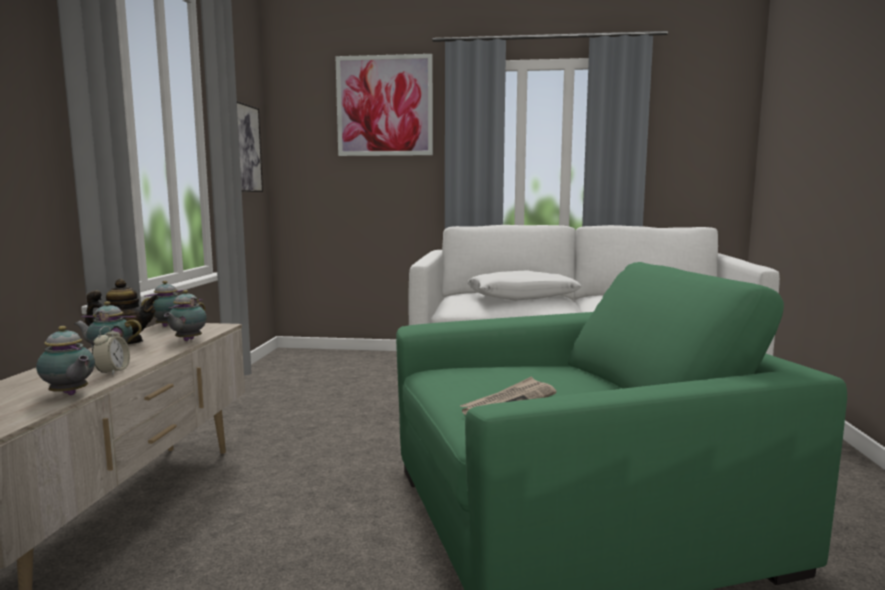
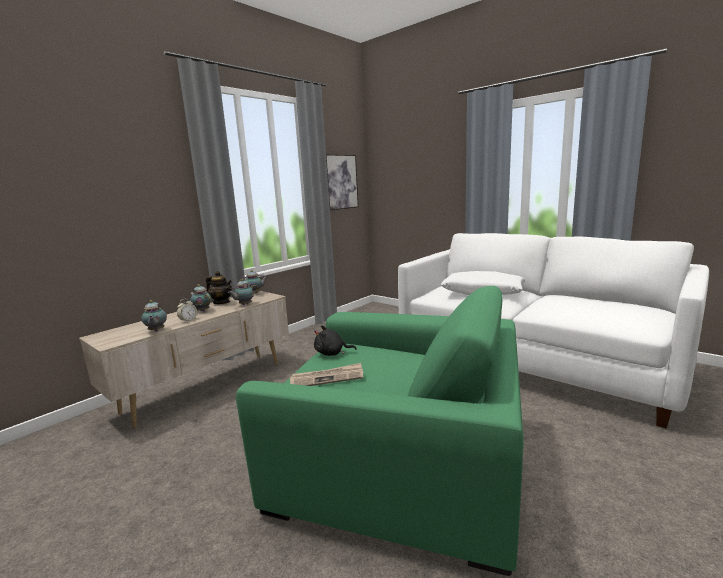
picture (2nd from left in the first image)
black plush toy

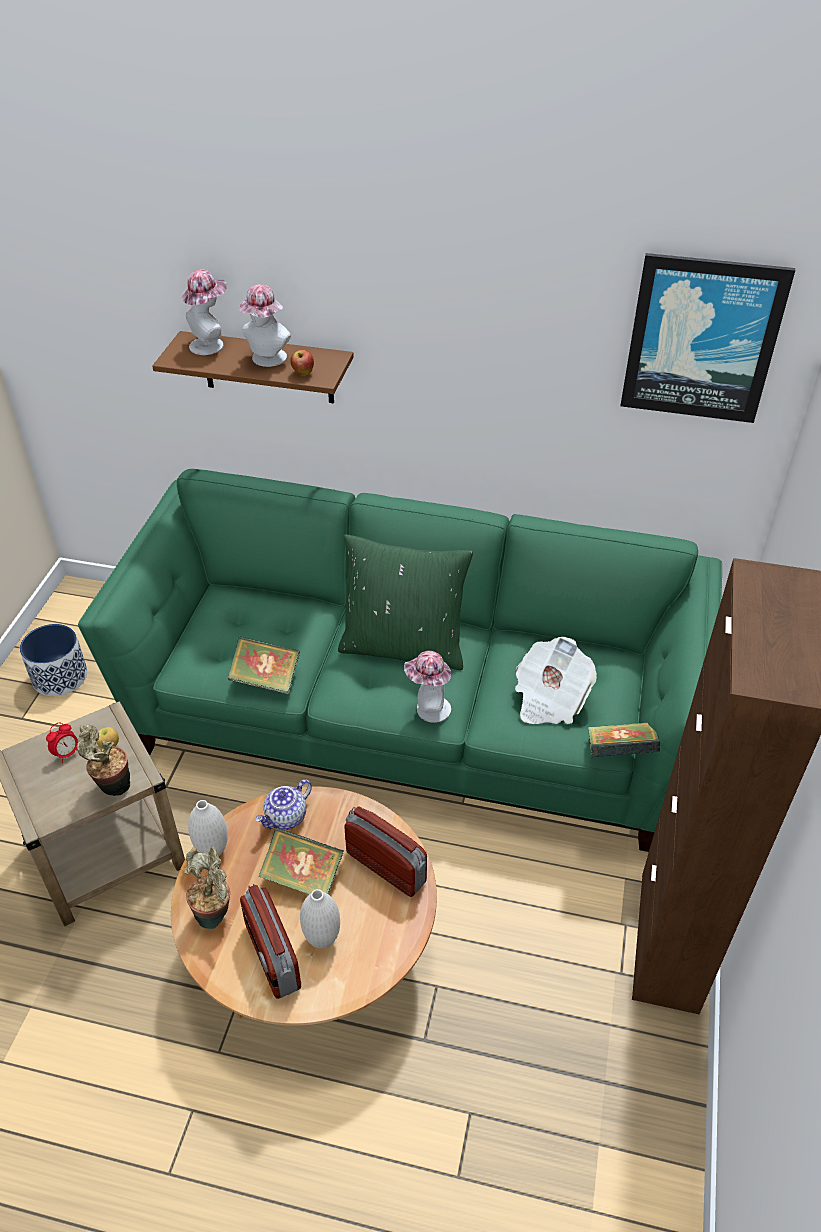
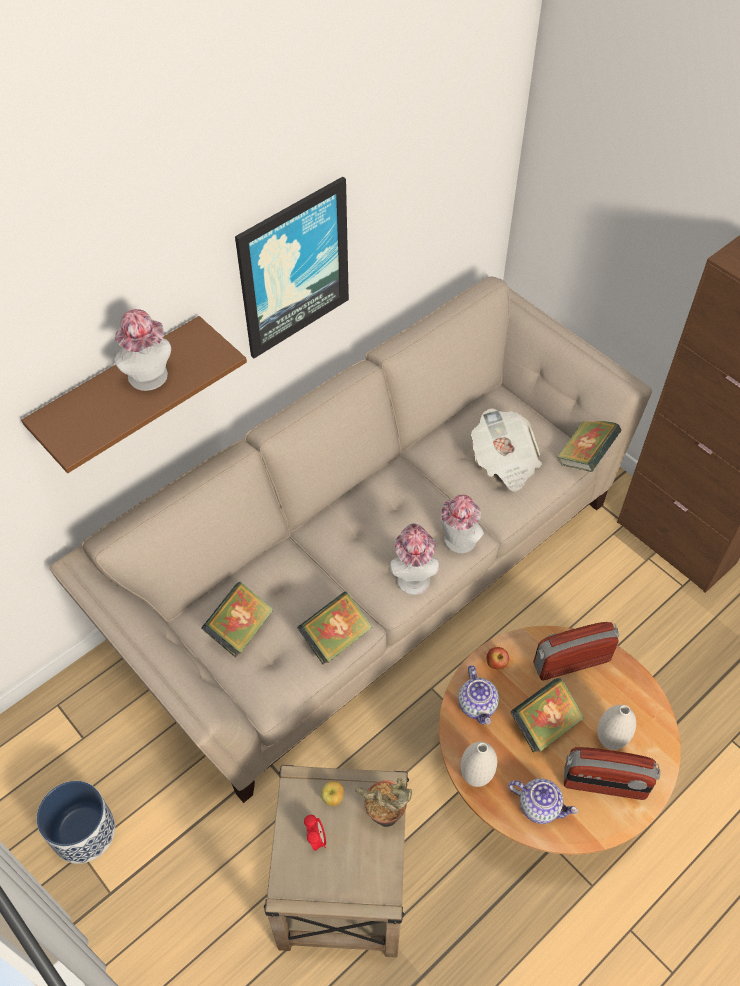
green pillow
book (1st from left)
hat (2nd from left)
apple (2nd from left)
picture
teapot (2nd from left)
beige sofa

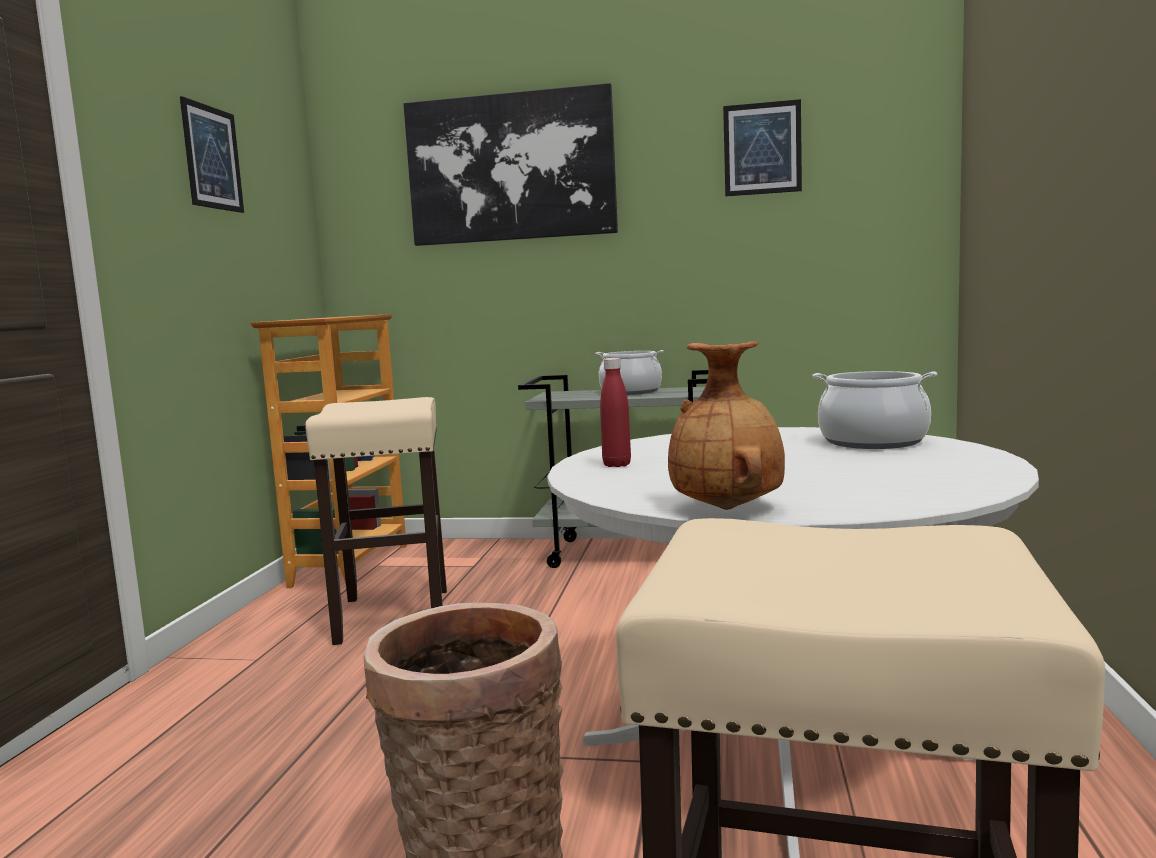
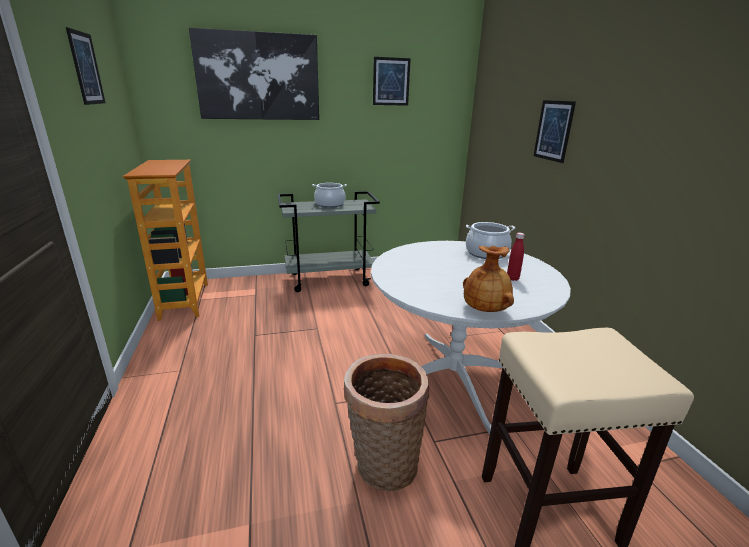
beige stool (1st from left in the first image)
picture (4th from left)
red bottle

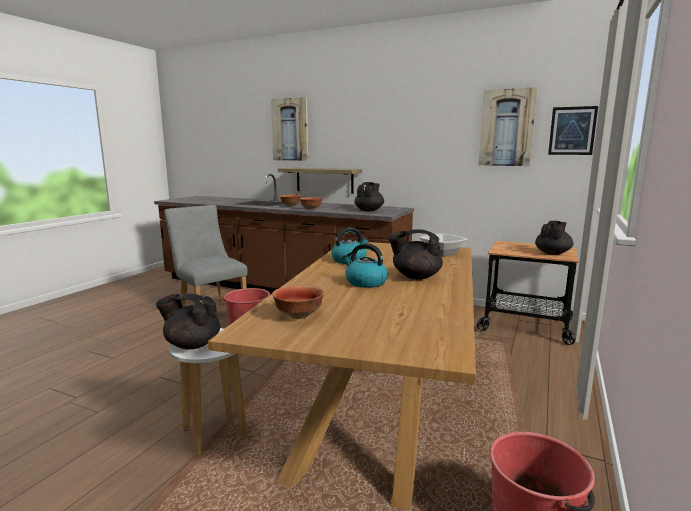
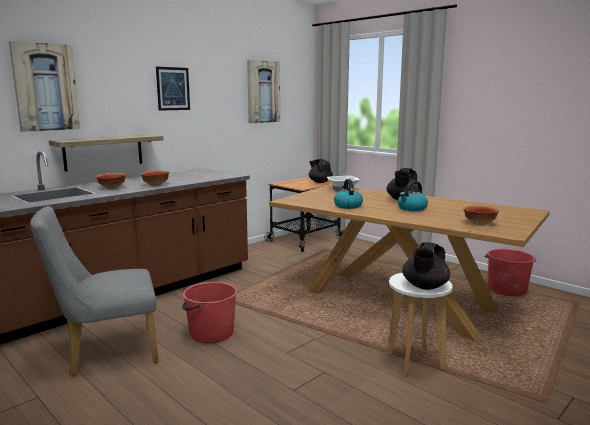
black teapot (2nd from left in the first image)
picture (2nd from left)

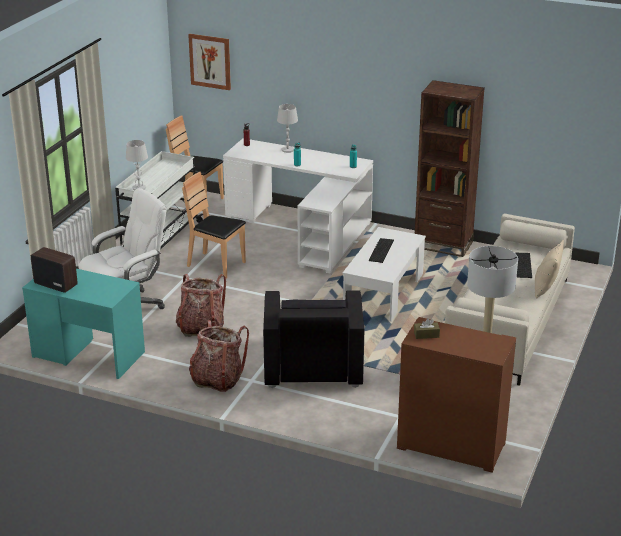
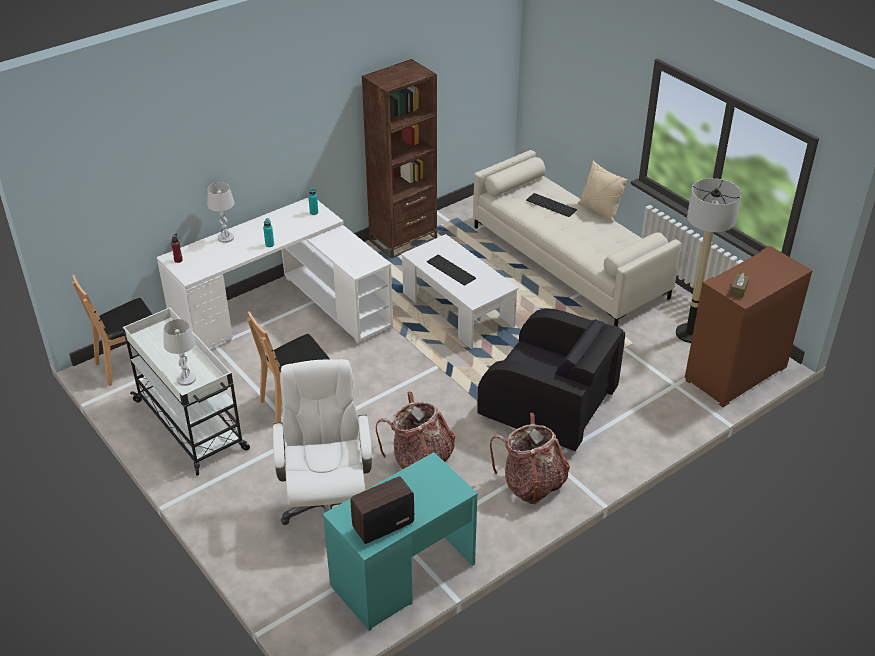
picture

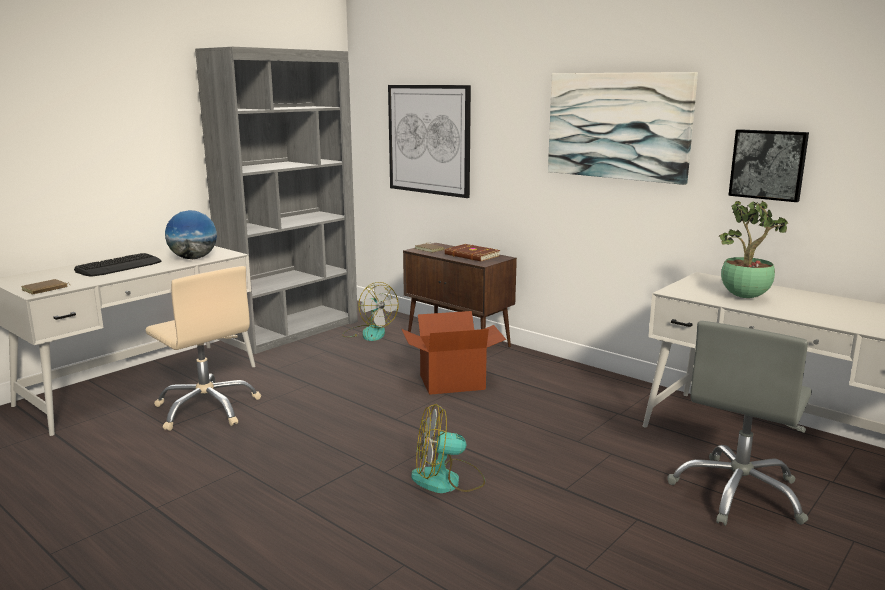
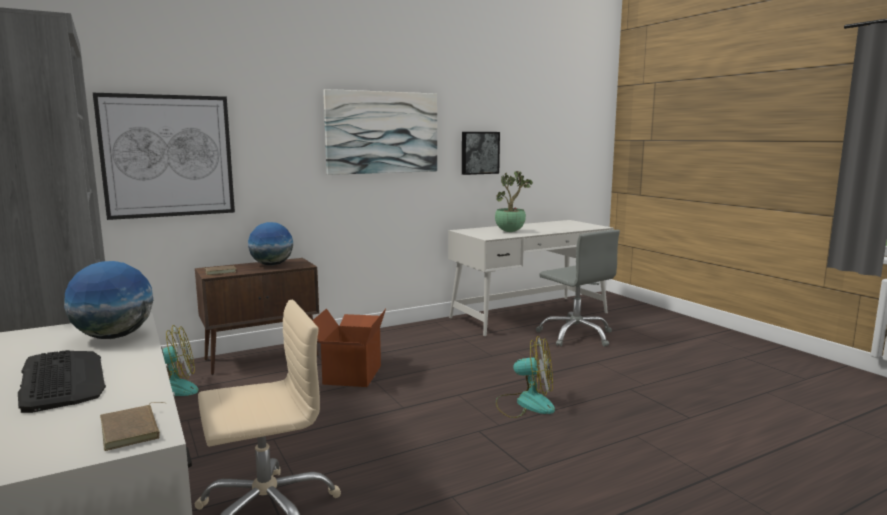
globe (2nd from left)
fan (2nd from left)

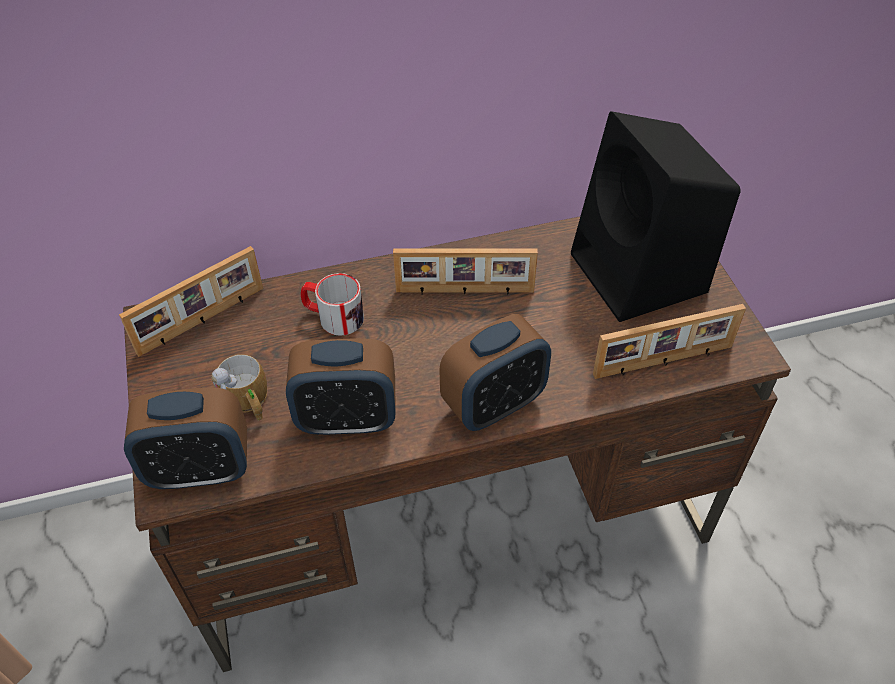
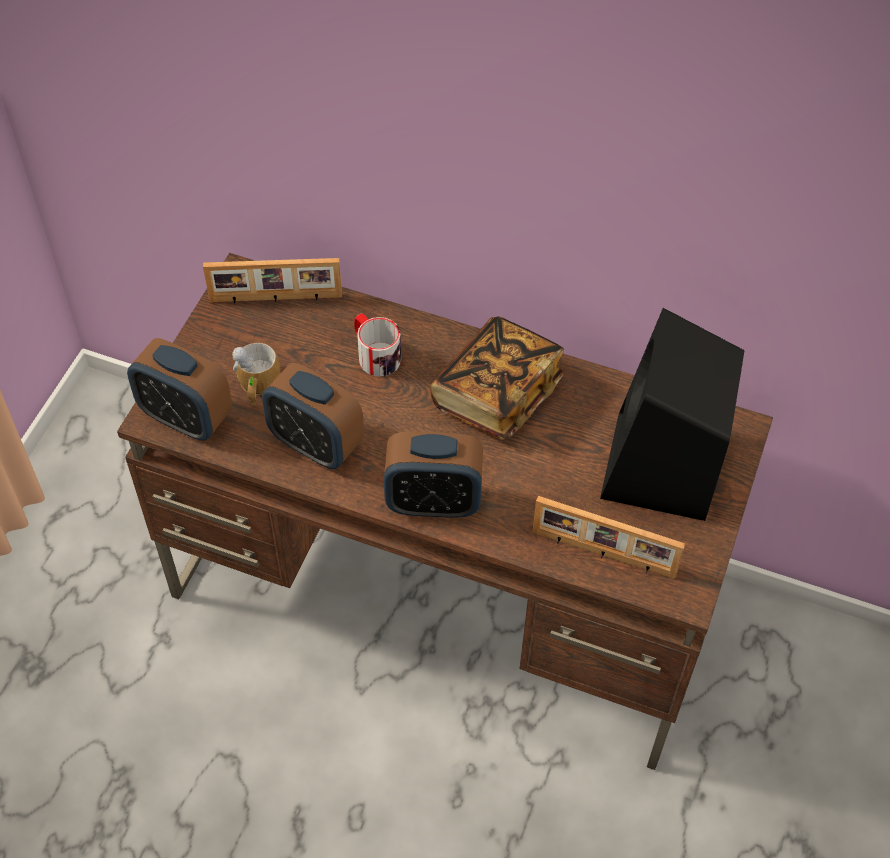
book

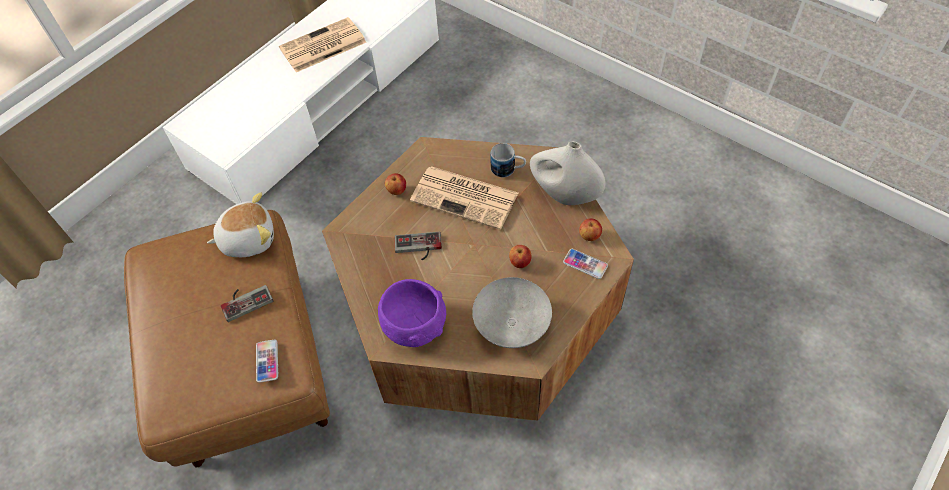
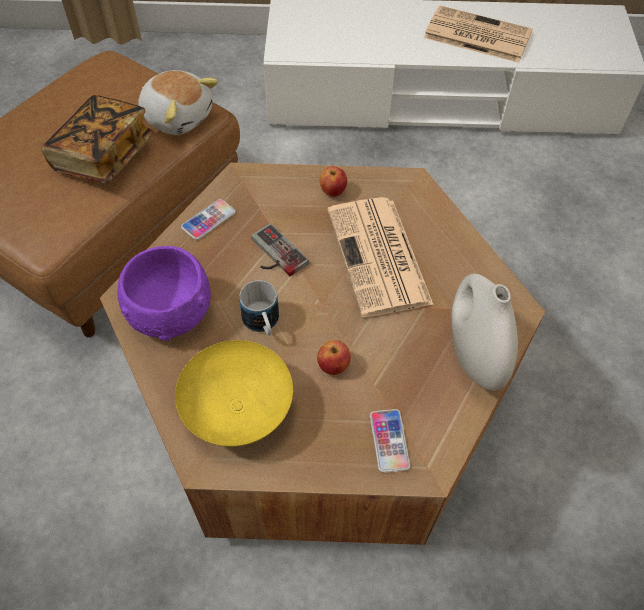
apple (3rd from left in the first image)
phone (1st from left)
mug
book
yellow bowl

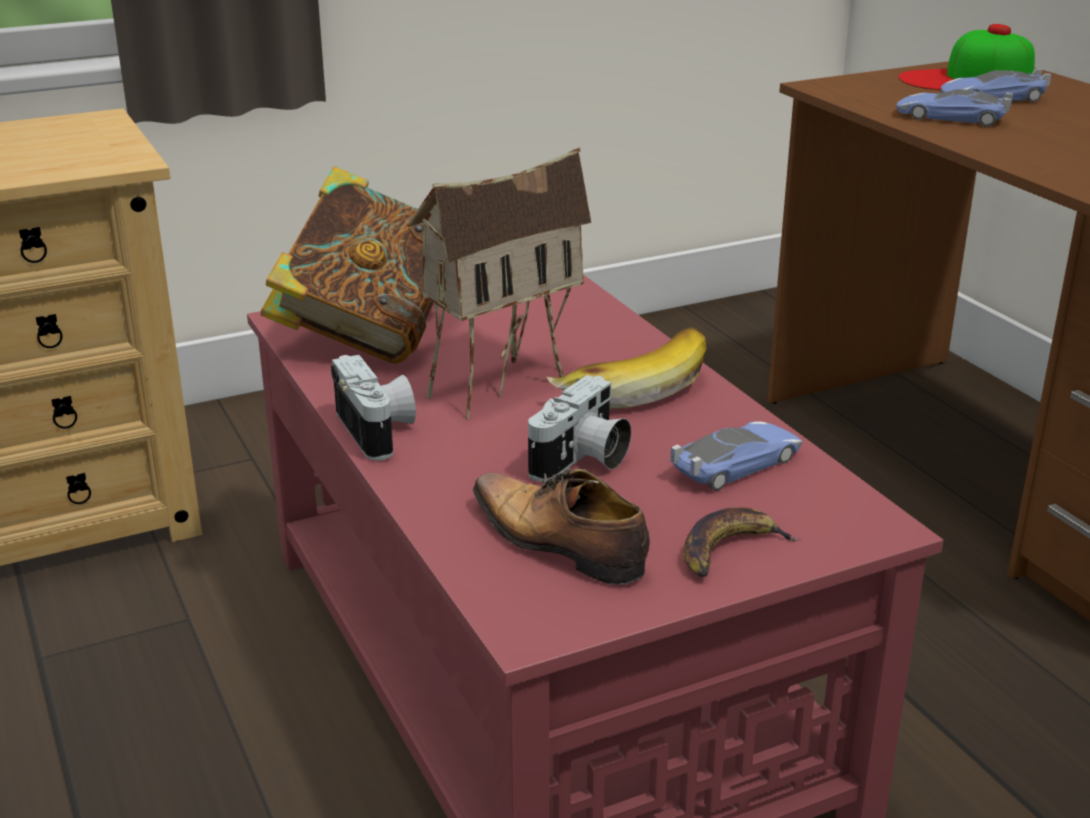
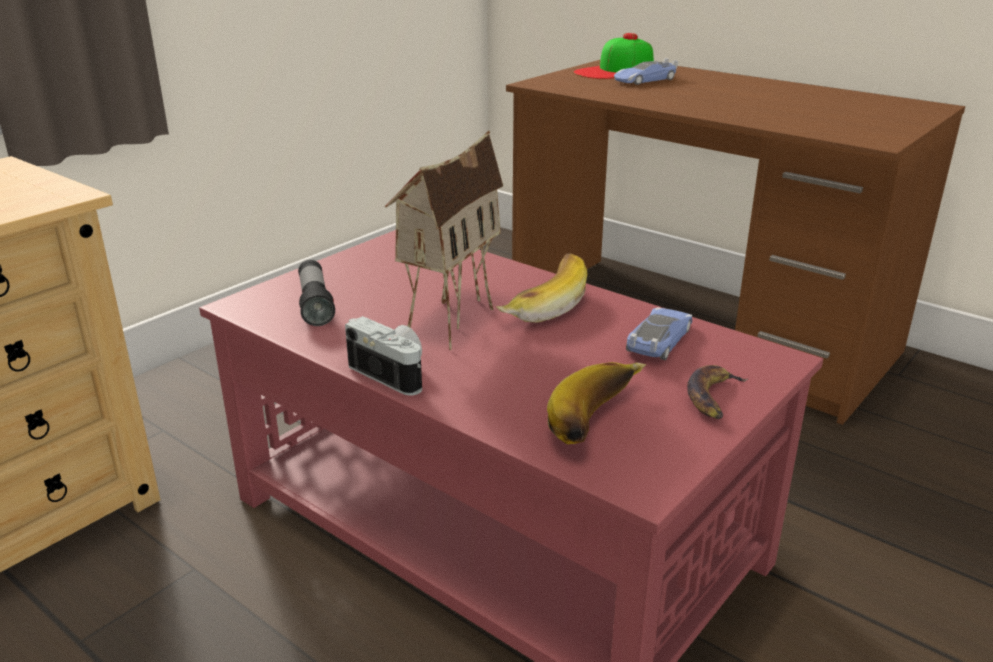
photo camera (2nd from left in the first image)
toy car (2nd from left in the first image)
flashlight
banana (2nd from left)

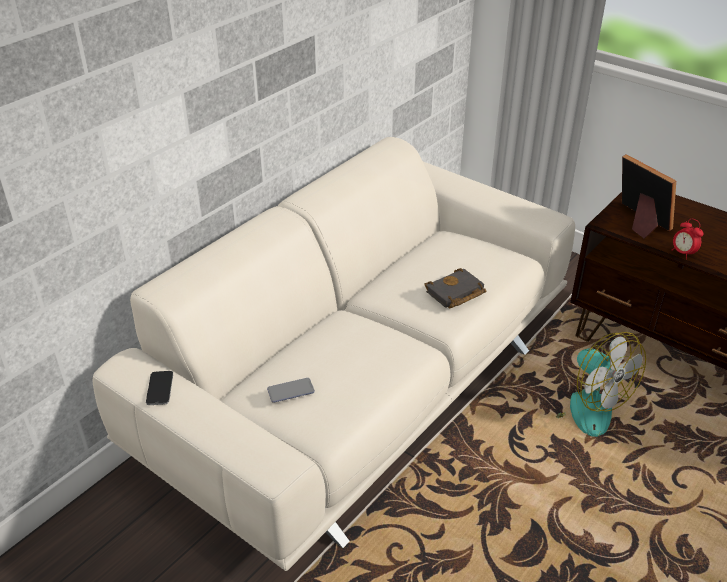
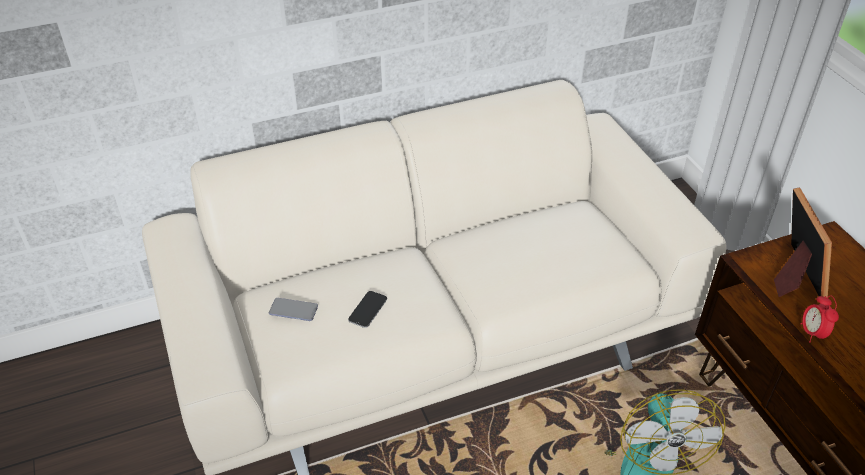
black book
phone (2nd from left)

